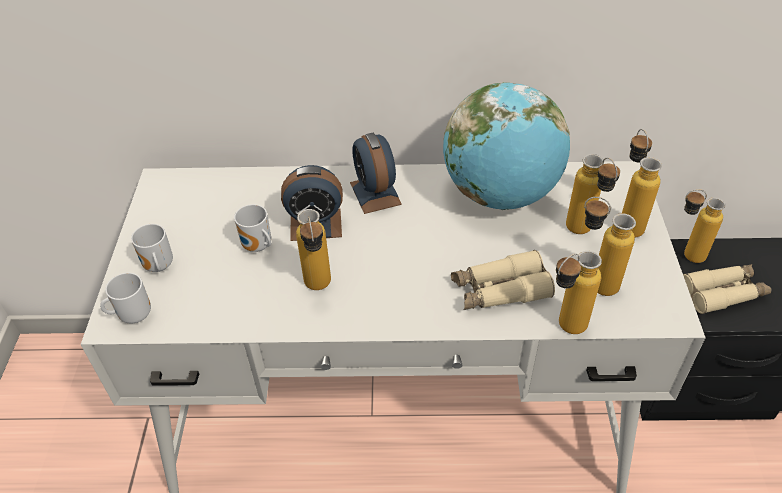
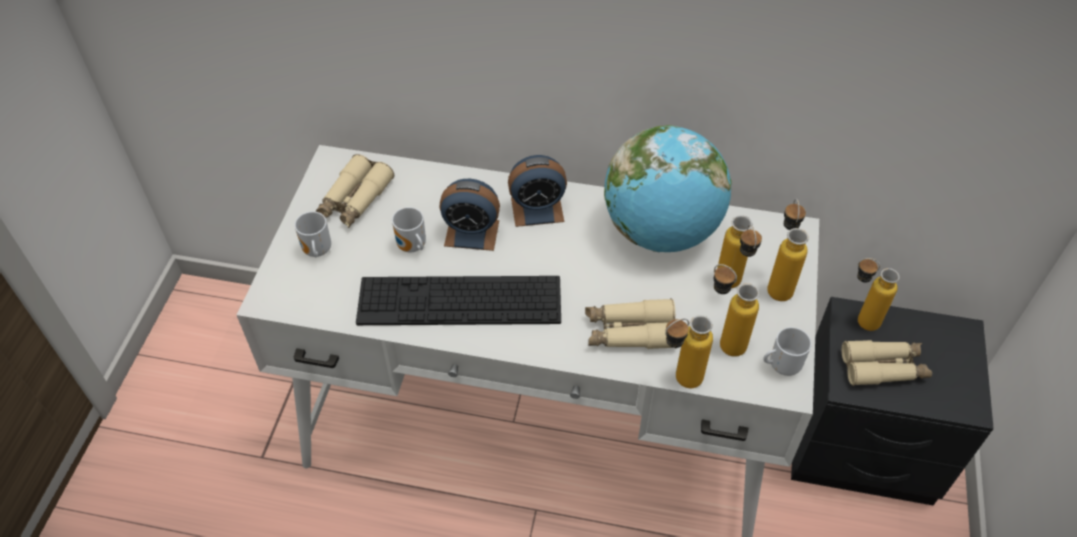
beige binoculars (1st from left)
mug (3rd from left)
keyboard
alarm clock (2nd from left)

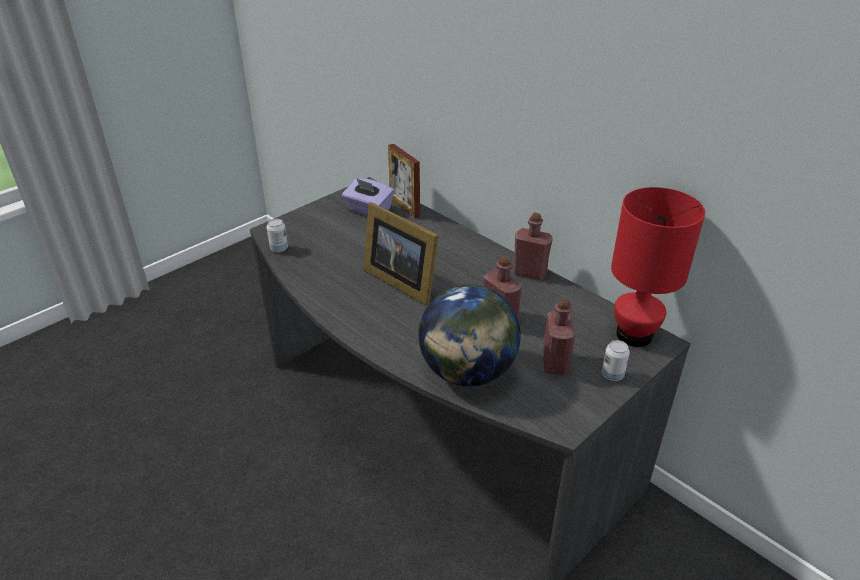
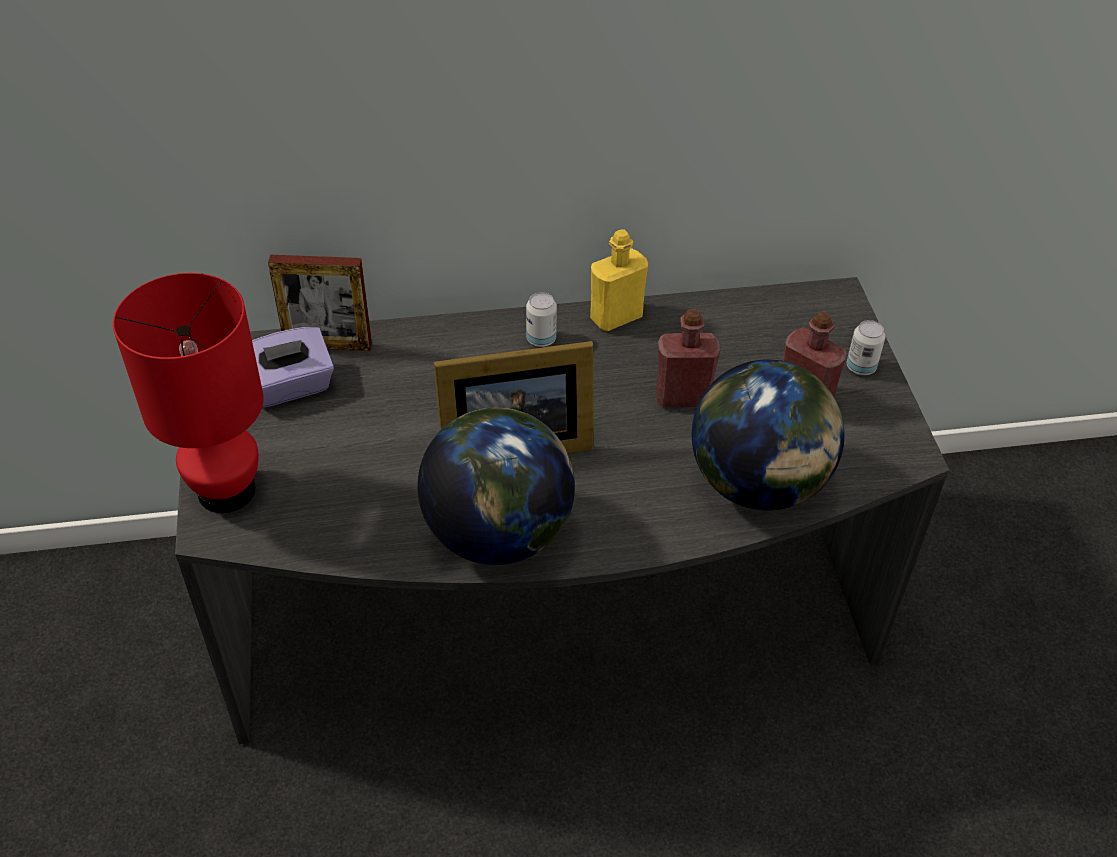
globe (1st from left)
can (1st from left)
red table lamp
yellow bottle

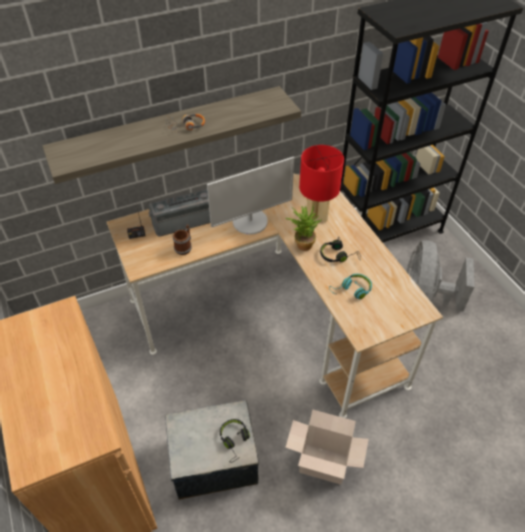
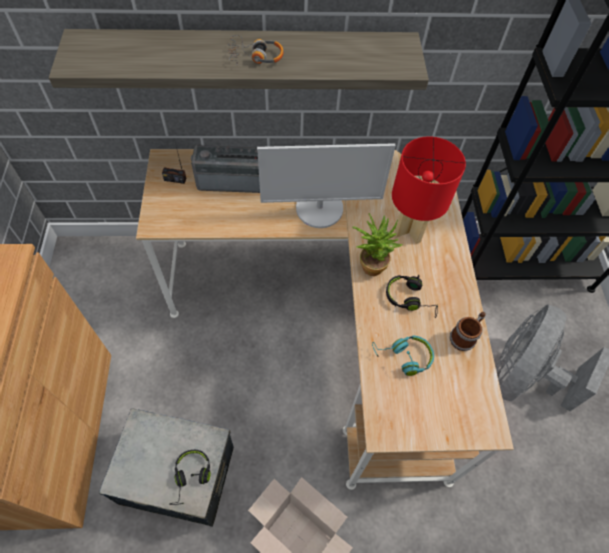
mug

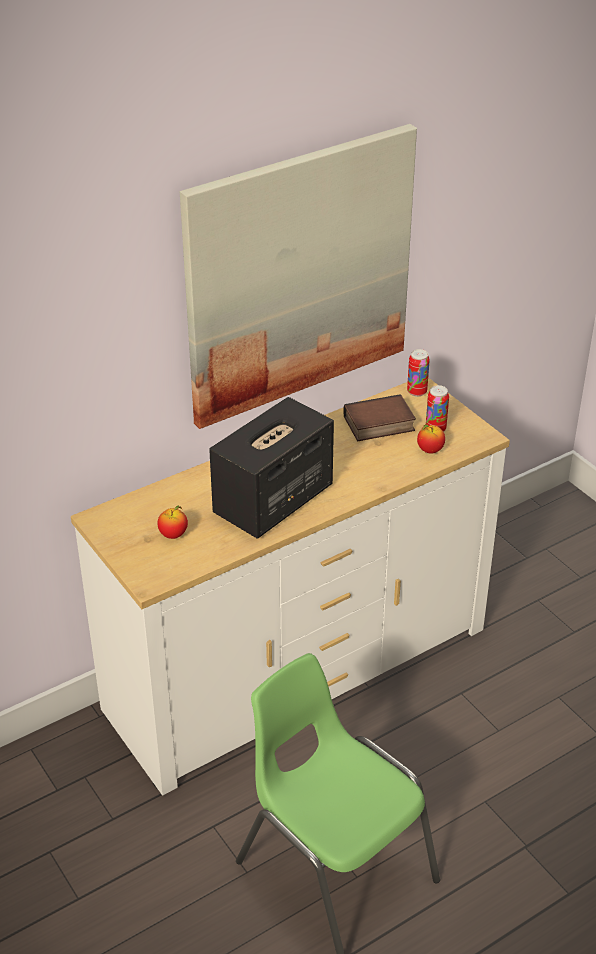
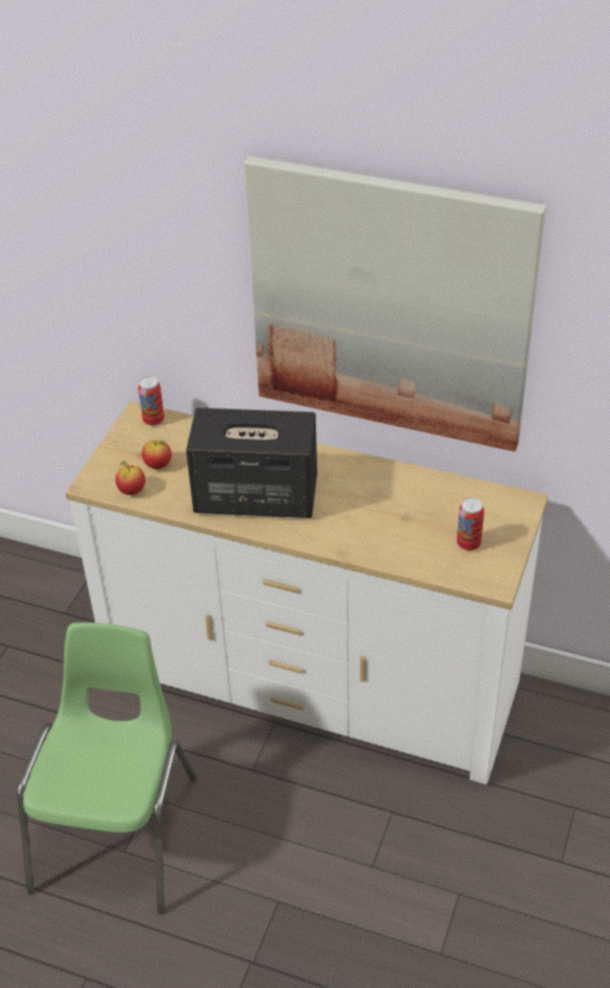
book
can (1st from left)
apple (1st from left)

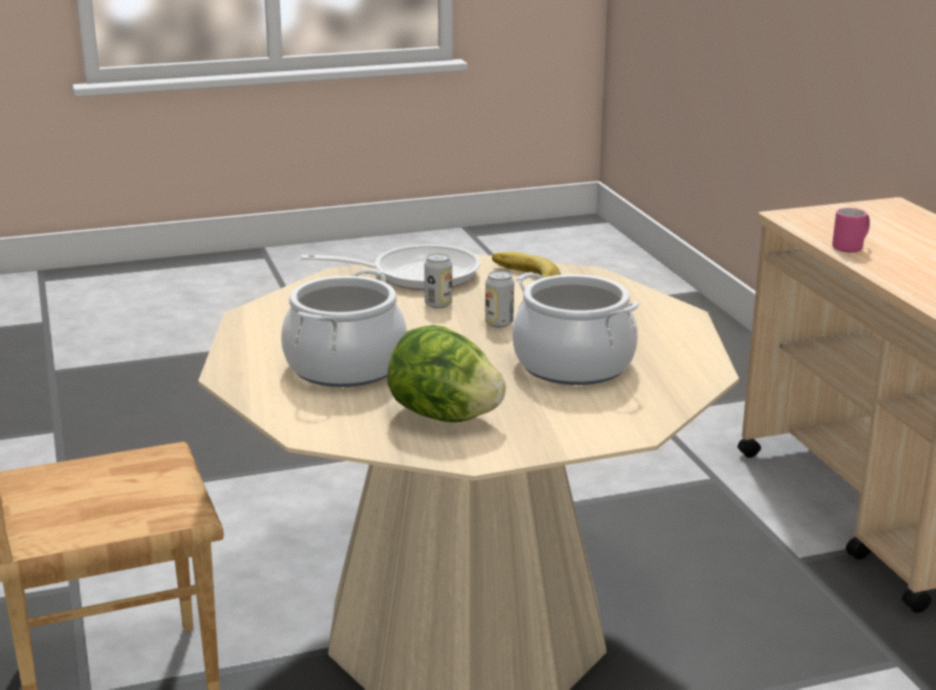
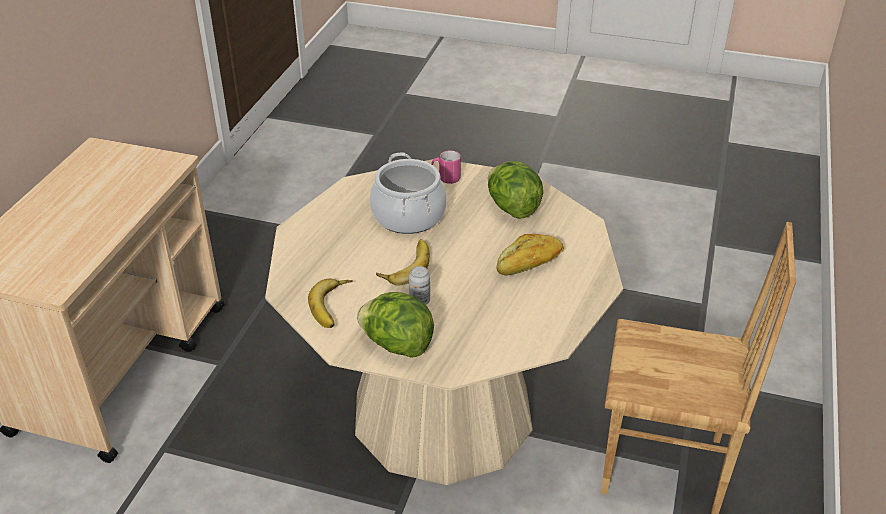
pink mug
bread
lettuce (1st from left)
banana (2nd from left)

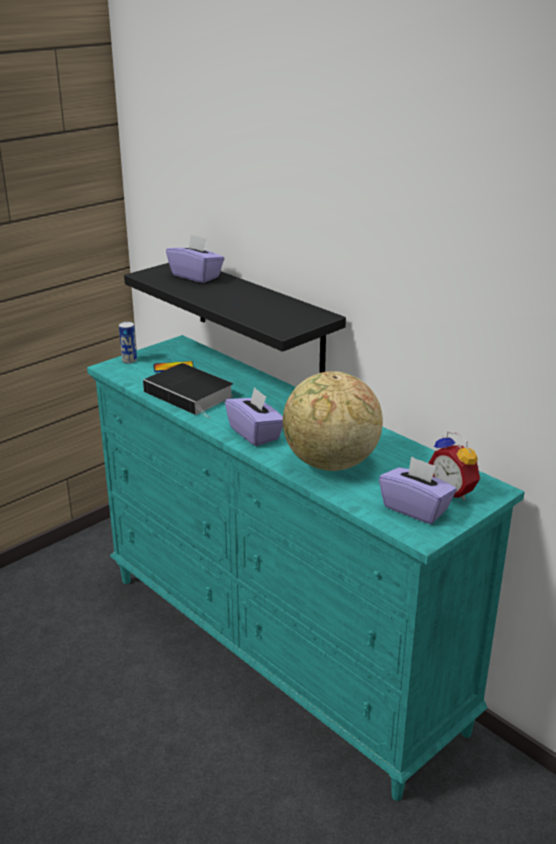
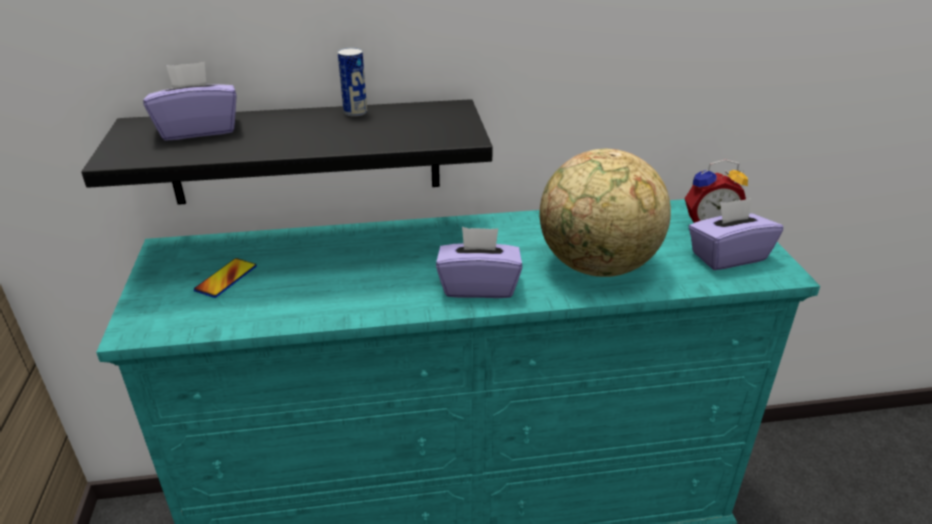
book
can

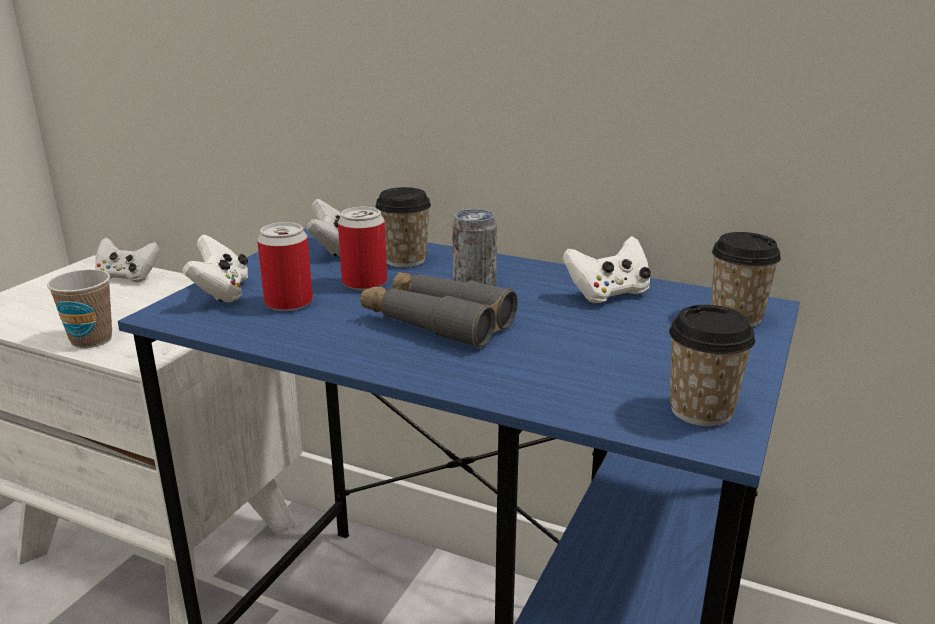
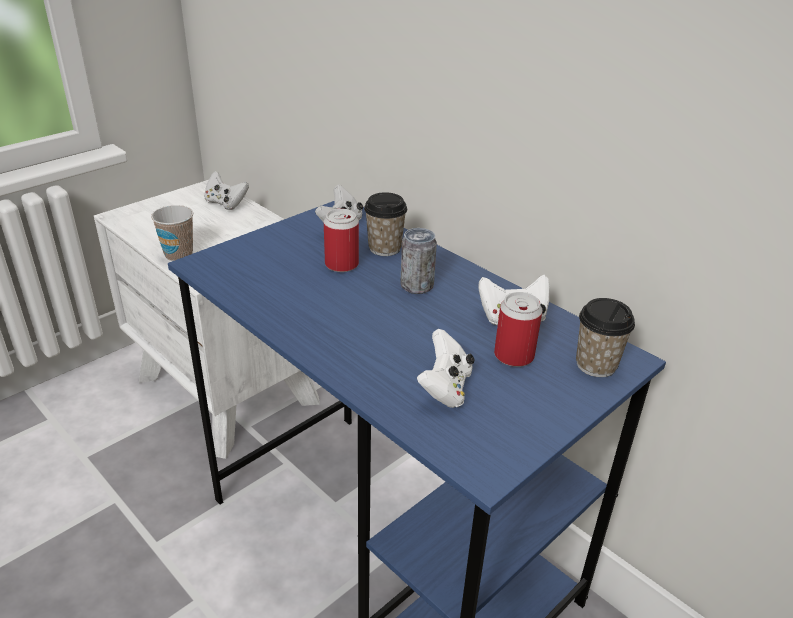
grey binoculars
cup (3rd from left in the first image)
white game controller (3rd from left)
can (3rd from left)

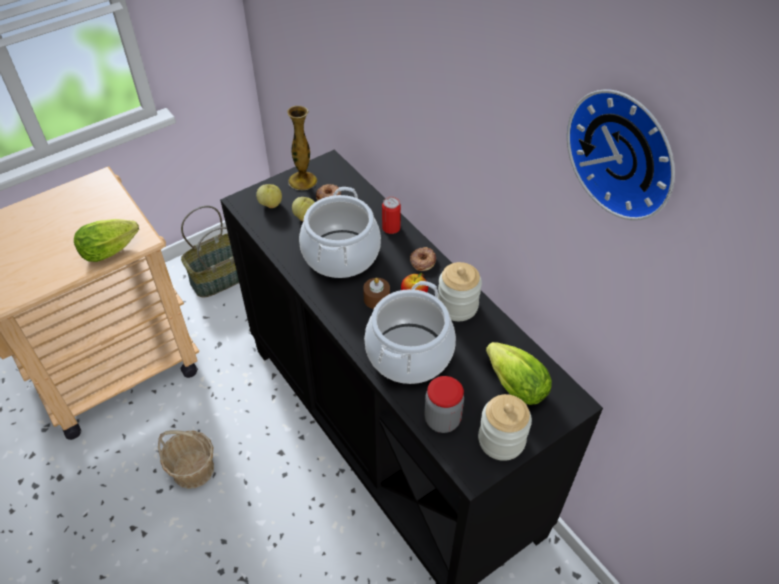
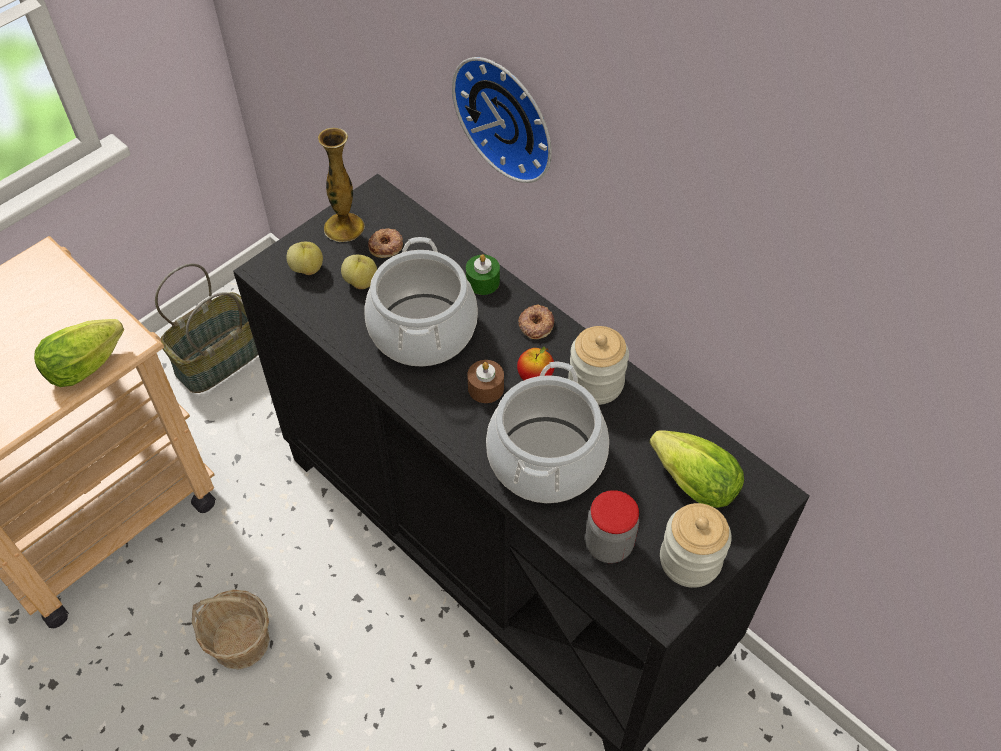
wall clock
green candle

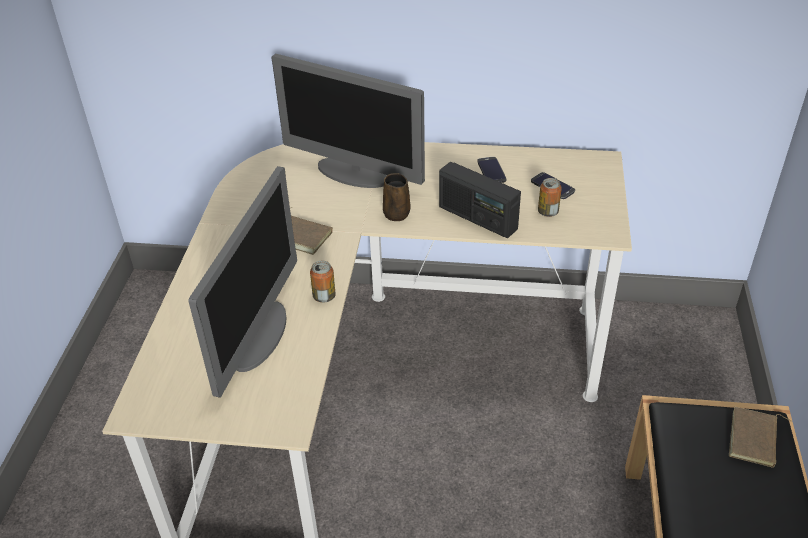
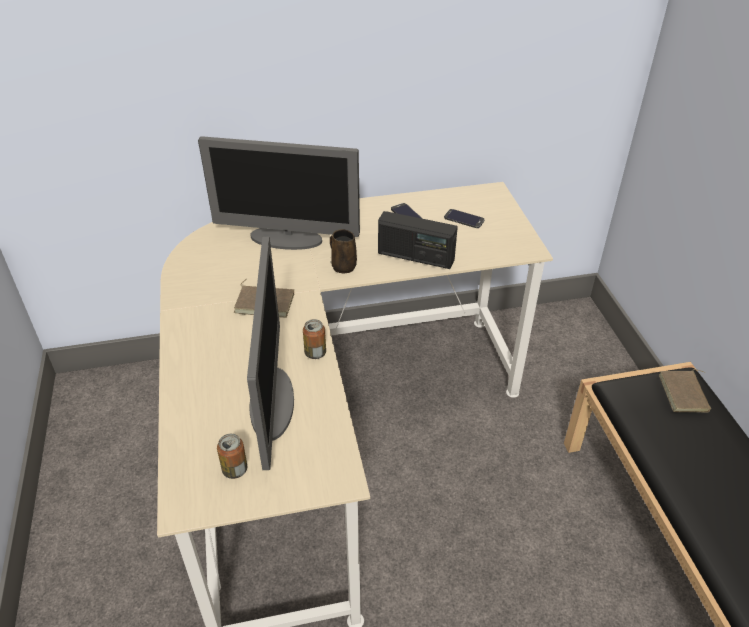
can (1st from left)

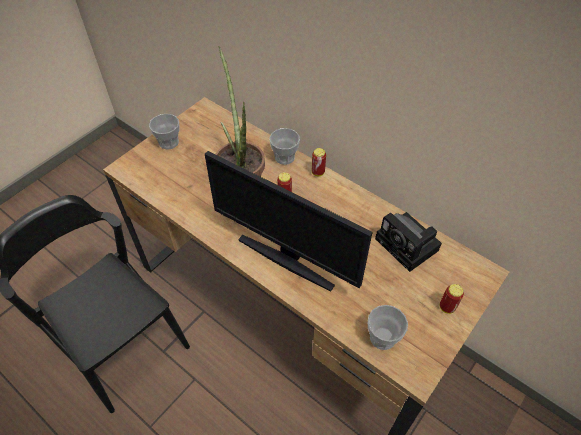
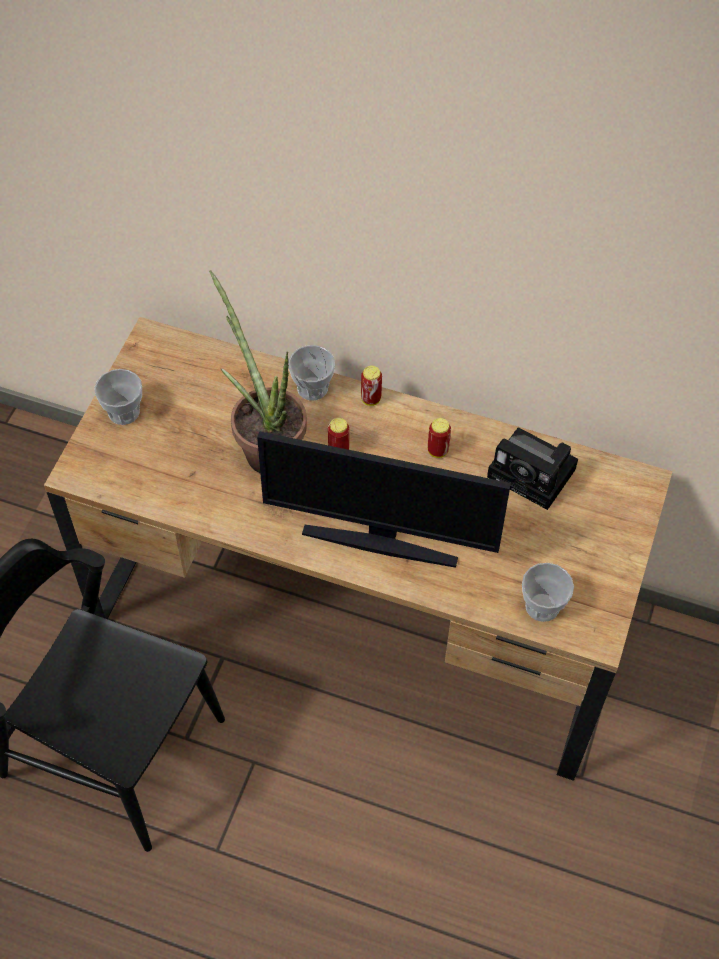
can (3rd from left)

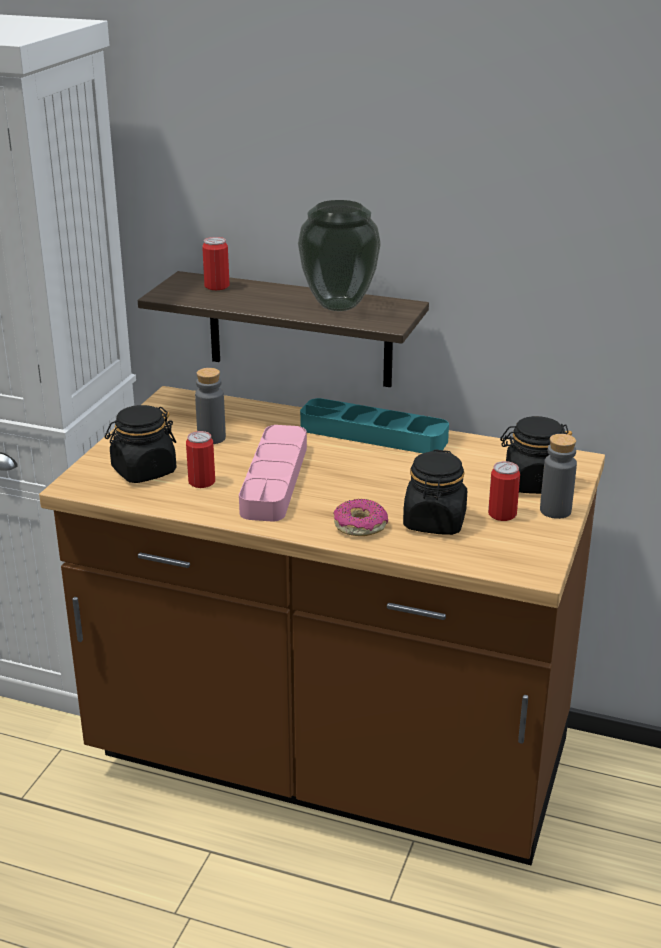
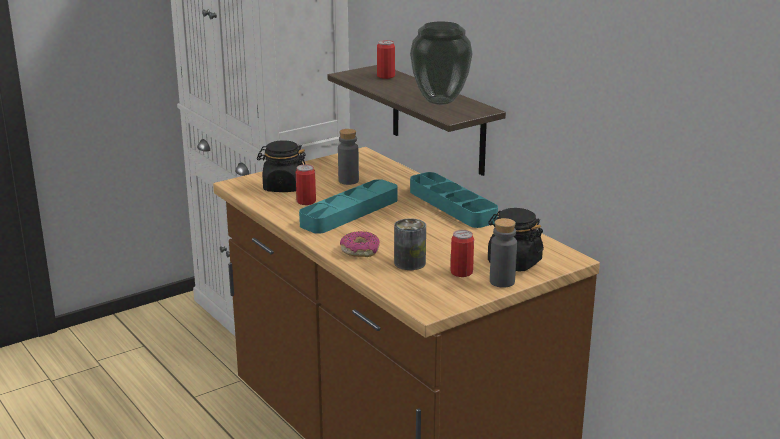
can (3rd from left)
turquoise tray (1st from left)

